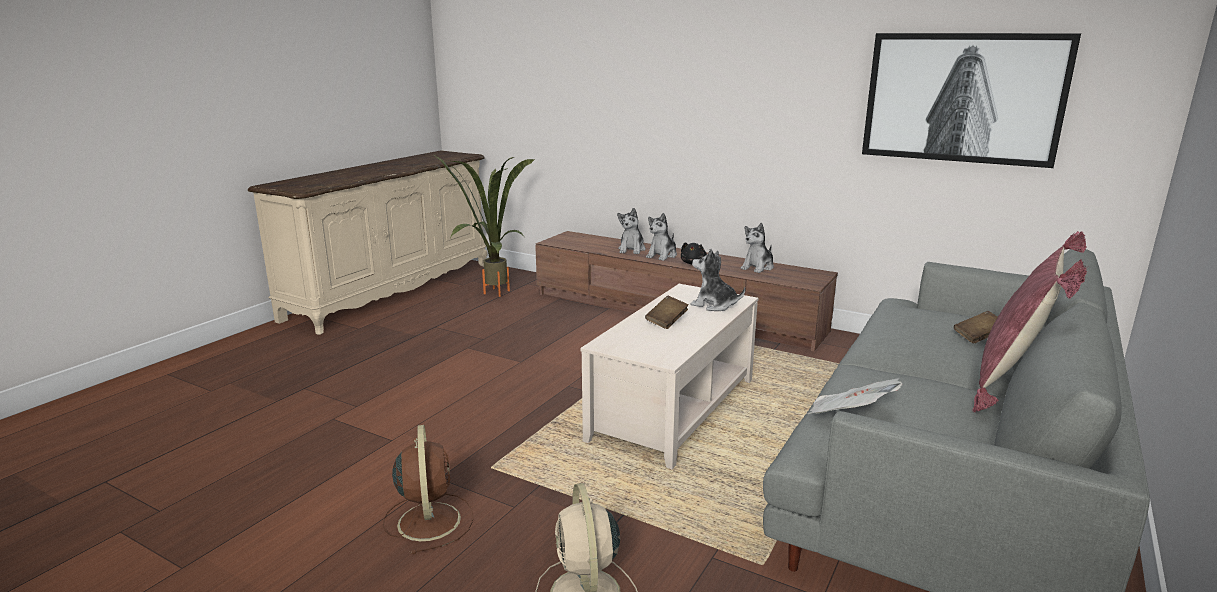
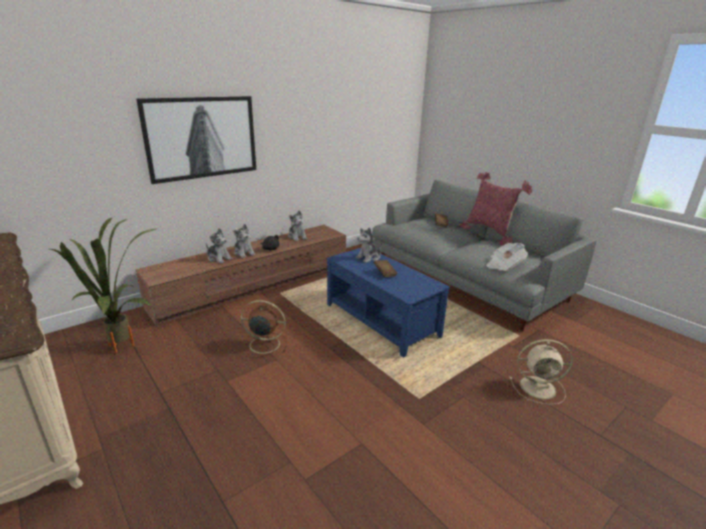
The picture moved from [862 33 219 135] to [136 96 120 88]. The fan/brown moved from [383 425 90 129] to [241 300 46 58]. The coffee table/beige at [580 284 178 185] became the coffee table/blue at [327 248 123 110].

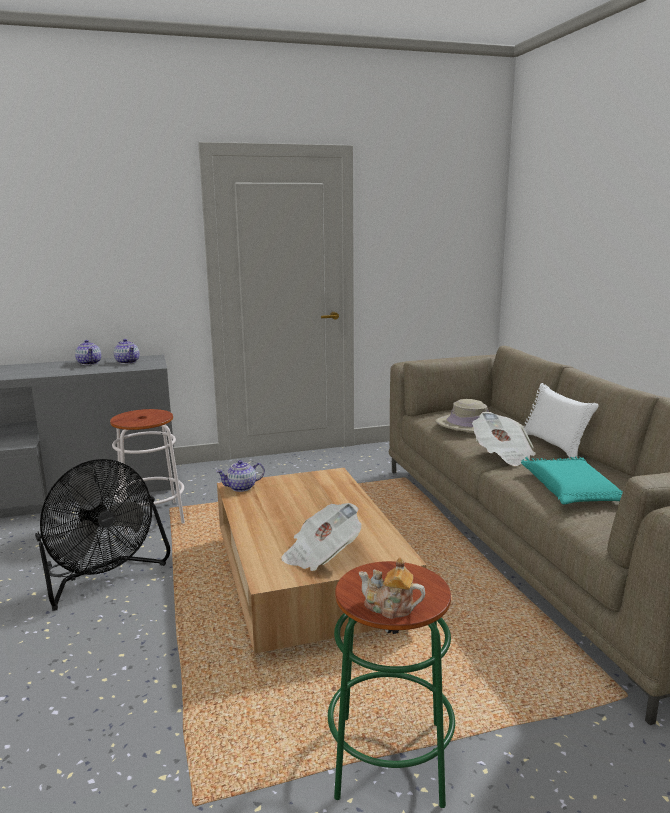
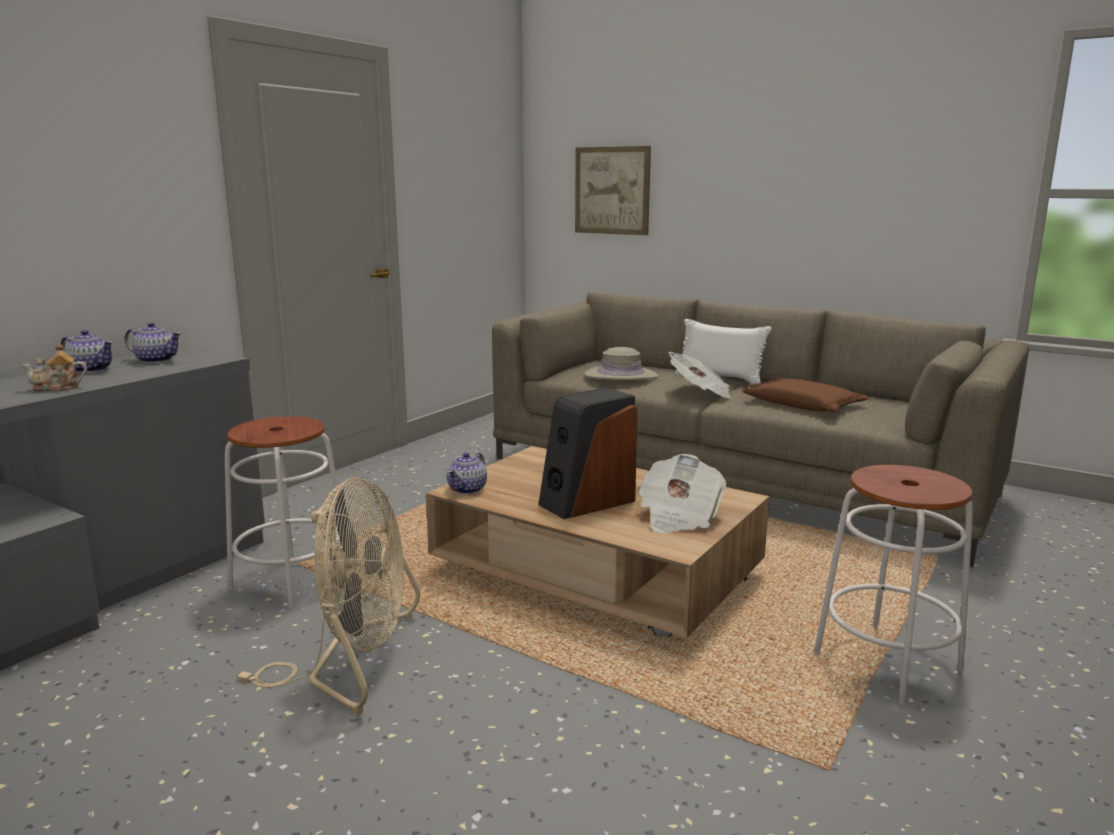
The teapot moved from [359 558 66 61] to [22 343 65 48]. The fan/black at [35 459 135 152] became the fan/beige at [236 477 184 239]. The speaker at [538 387 99 132] appeared. The picture at [575 146 76 89] appeared. The pillow/turquoise at [521 456 102 48] became the pillow/brown at [743 377 125 35]. The stool/green at [328 561 127 247] became the stool/white at [814 465 159 240].

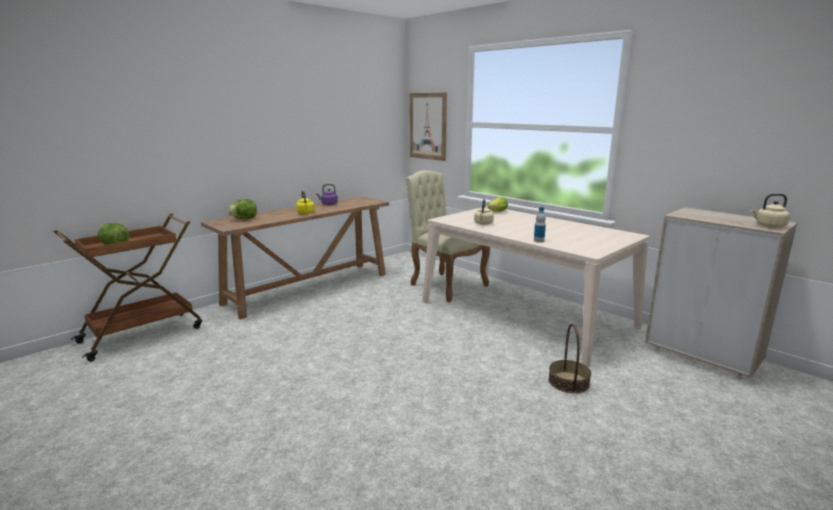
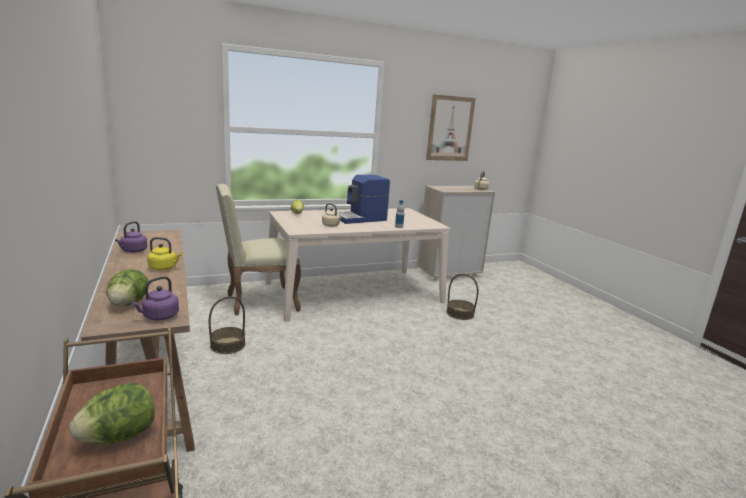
The kettle/purple at [131 276 48 45] appeared. The basket at [209 296 37 58] appeared. The coffee machine at [337 175 53 49] appeared. The picture moved from [410 93 37 68] to [426 94 50 67].

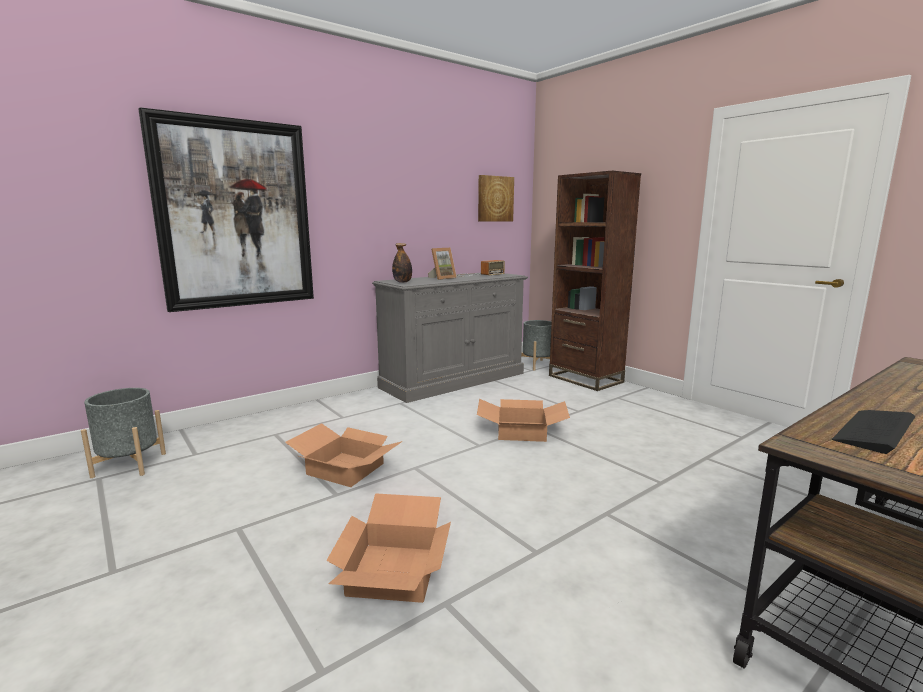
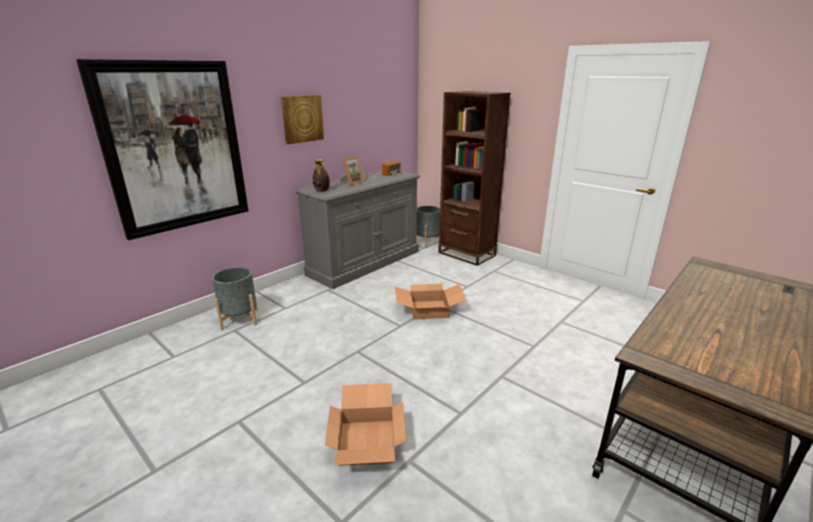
The planter/grey moved from [81 388 85 90] to [212 267 46 63]. The picture moved from [478 175 36 46] to [281 95 43 49]. The cardboard box at [285 423 118 64] disappeared. The keyboard at [832 410 83 44] disappeared.

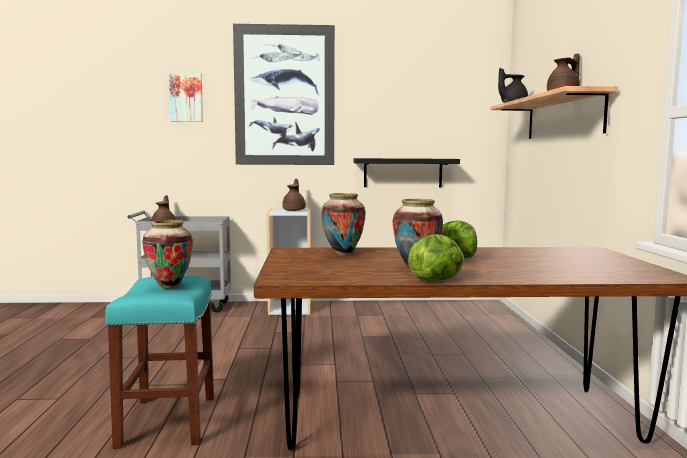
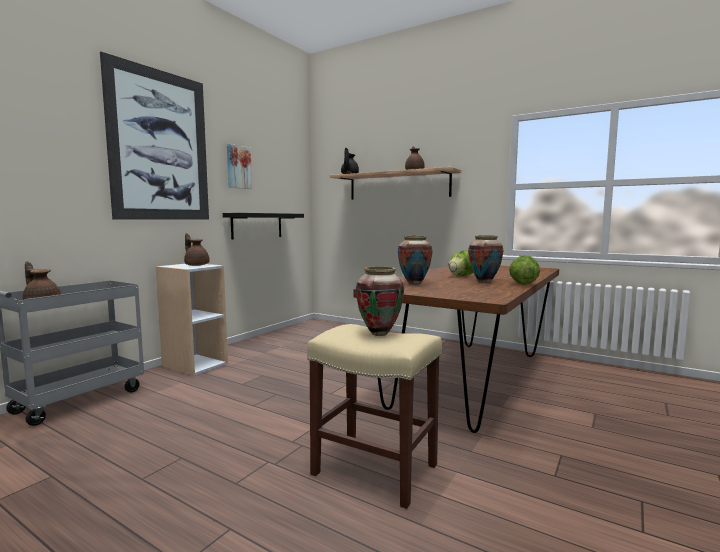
The picture moved from [169 73 34 49] to [227 144 25 45]. The stool/turquoise at [105 275 109 174] became the stool/beige at [307 324 135 185].

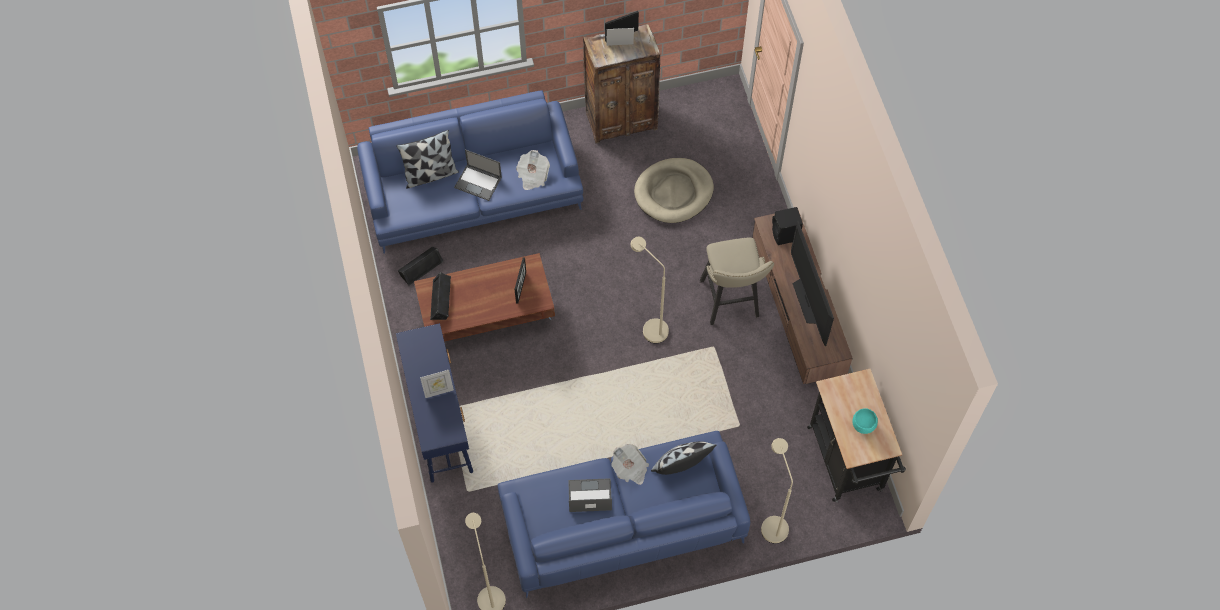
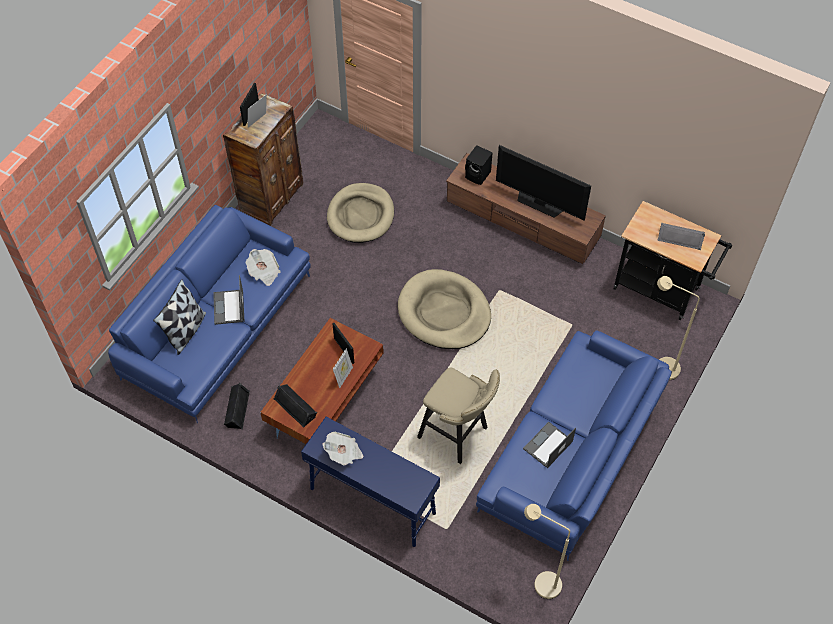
The laptop at [454 149 48 52] turned 105 degrees clockwise. The newspaper moved from [611 444 38 41] to [323 432 40 34]. The picture frame moved from [420 370 34 28] to [333 348 20 40]. The floor lamp/beige at [630 237 39 106] was replaced by the dog bed/beige at [398 269 93 80]. The stool/beige moved from [700 237 74 88] to [417 367 83 97]. The bowl/turquoise at [852 408 26 26] was replaced by the speaker/grey at [657 223 48 27]. The pillow at [651 441 65 34] disappeared.

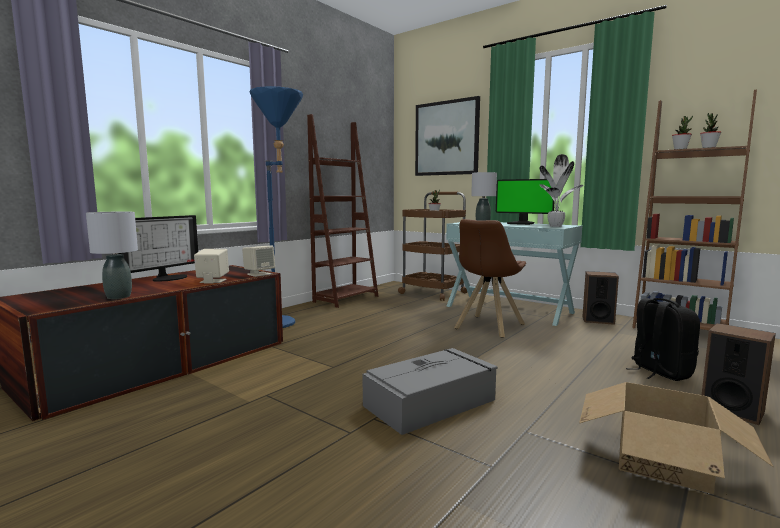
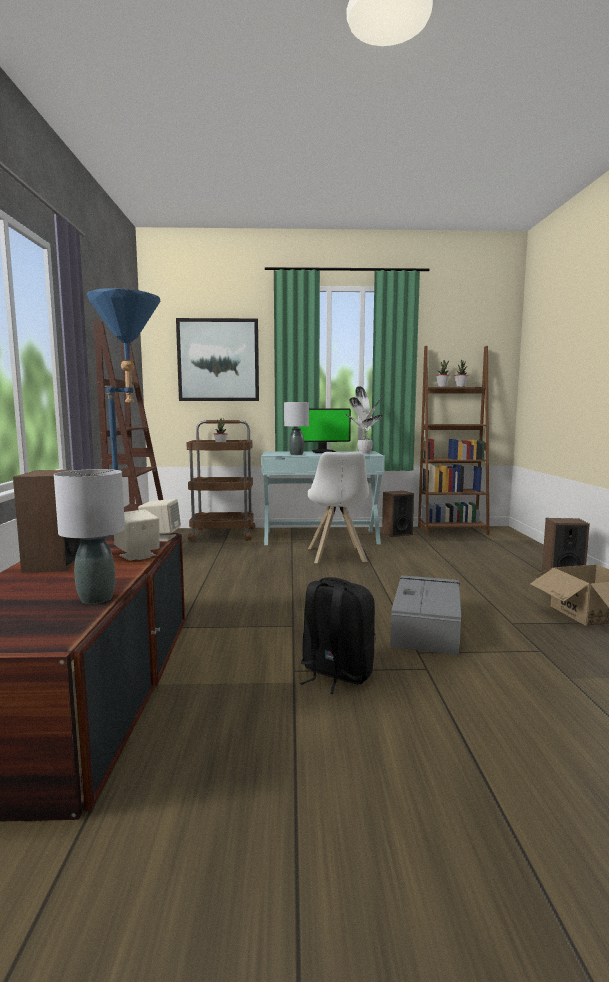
The monitor at [117 215 81 66] was replaced by the speaker at [13 470 68 103]. The backpack/black moved from [626 298 74 83] to [300 577 75 117]. The chair/brown at [454 219 72 119] became the chair/white at [308 452 61 112].

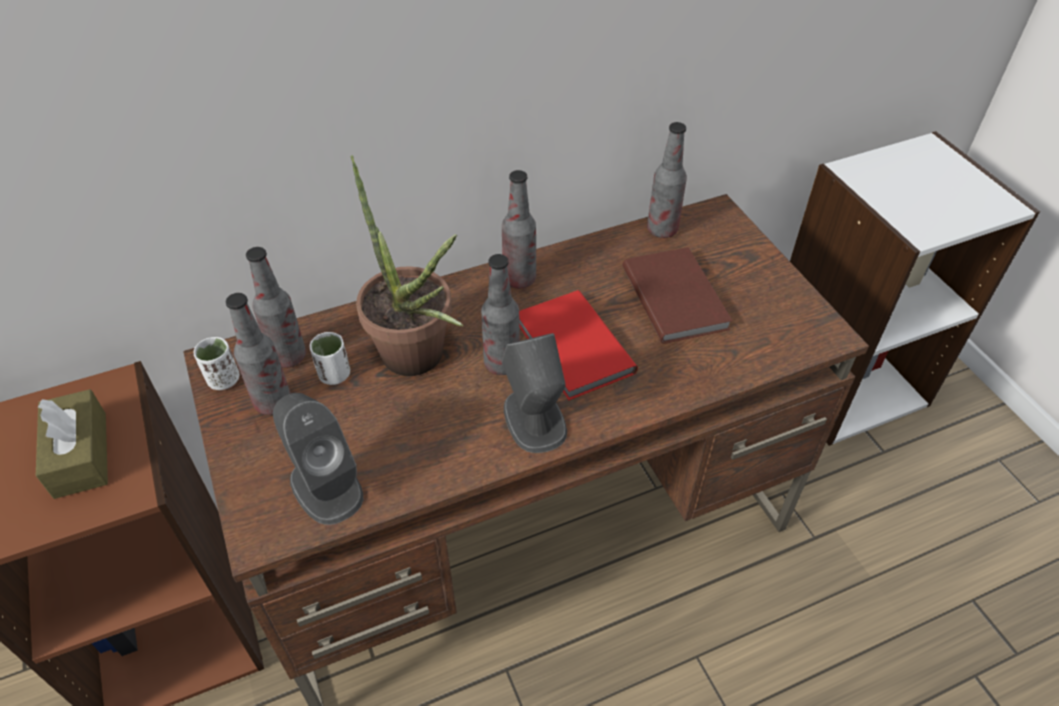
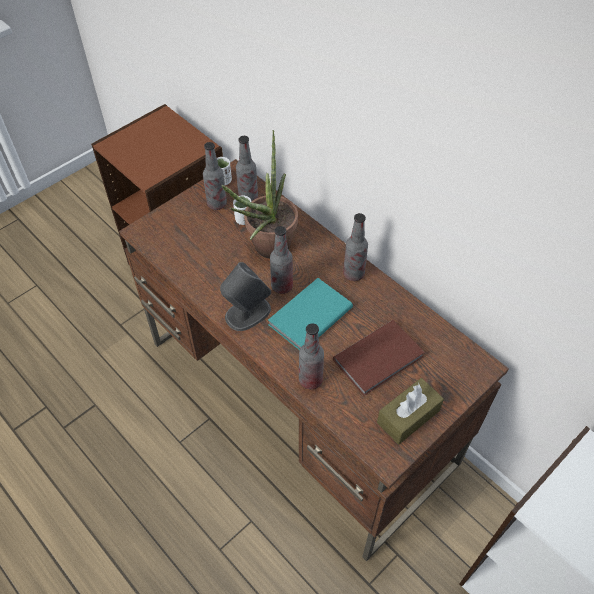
The book/red at [519 290 119 111] became the book/turquoise at [268 278 85 72]. The bottle moved from [647 122 40 116] to [299 323 25 66]. The tissue box/brown moved from [36 389 72 110] to [377 378 67 66]. The speaker/grey at [273 393 90 132] disappeared.

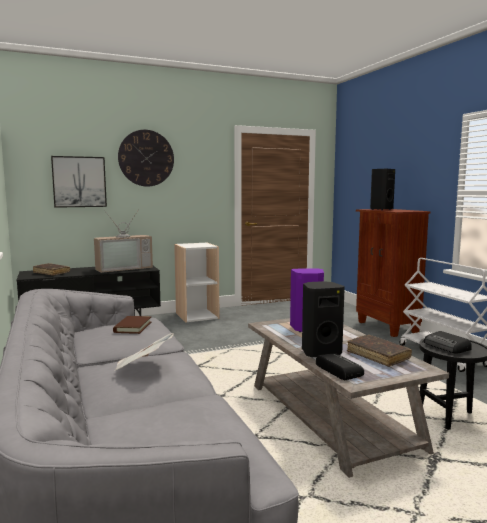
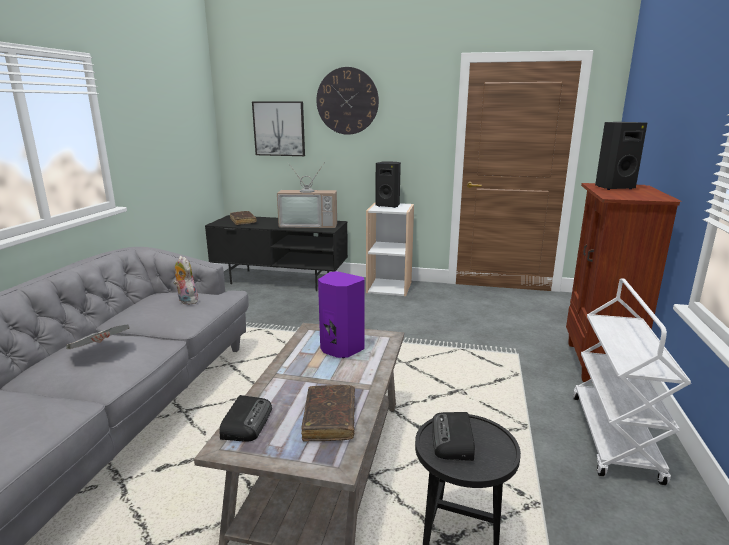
The book/brown at [113 316 38 18] was replaced by the plush toy at [174 256 24 49]. The speaker/black moved from [302 281 43 76] to [375 161 26 47].

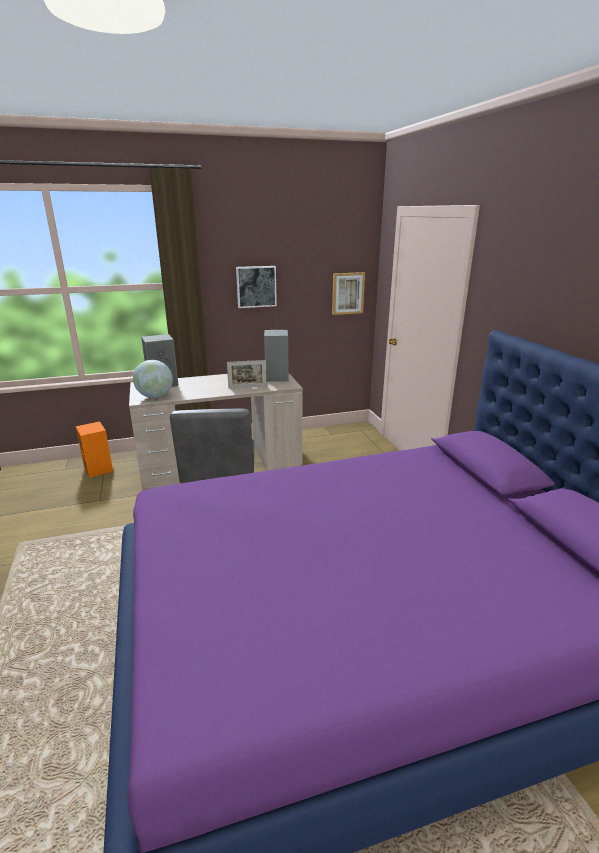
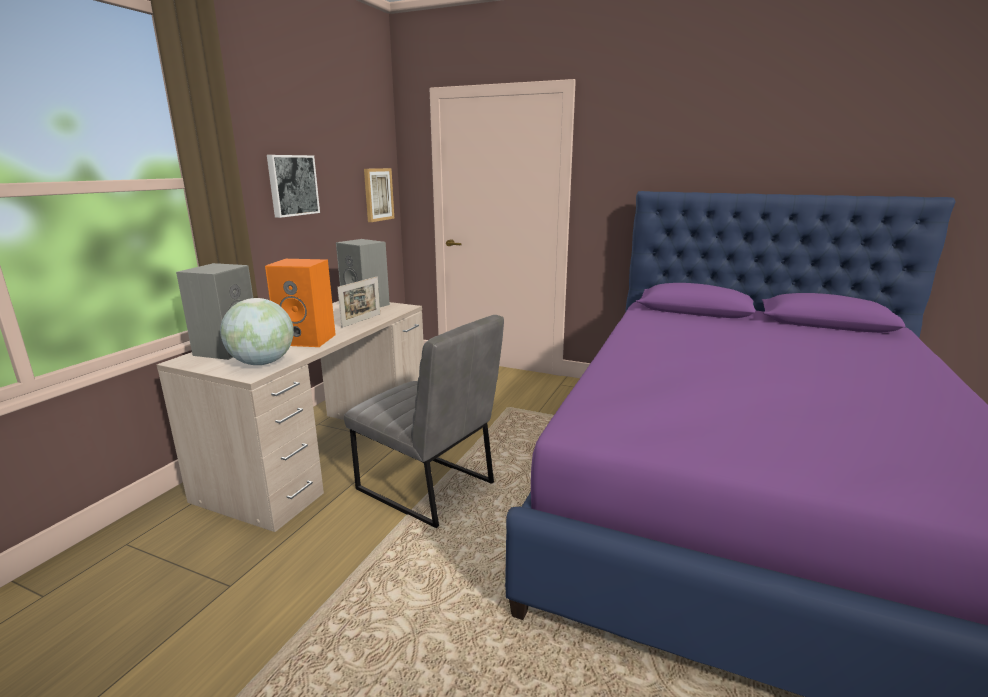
The speaker/orange moved from [76 421 37 57] to [265 259 71 88].

